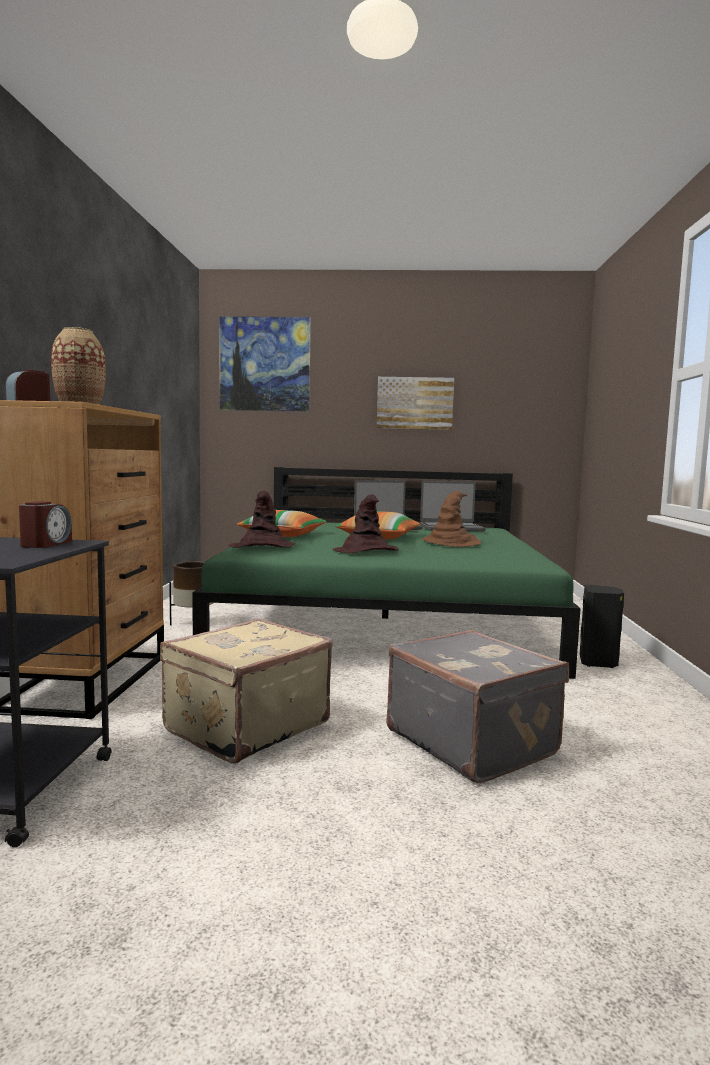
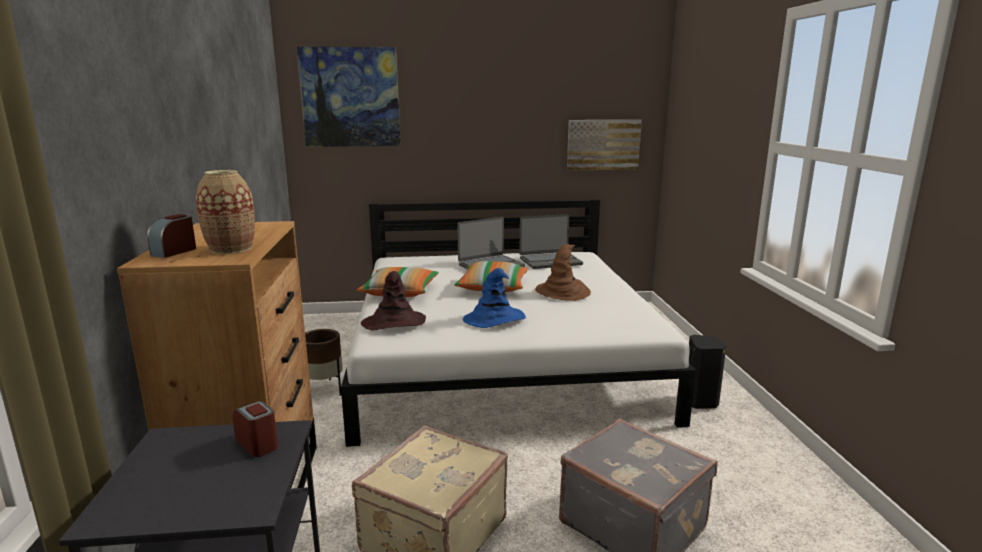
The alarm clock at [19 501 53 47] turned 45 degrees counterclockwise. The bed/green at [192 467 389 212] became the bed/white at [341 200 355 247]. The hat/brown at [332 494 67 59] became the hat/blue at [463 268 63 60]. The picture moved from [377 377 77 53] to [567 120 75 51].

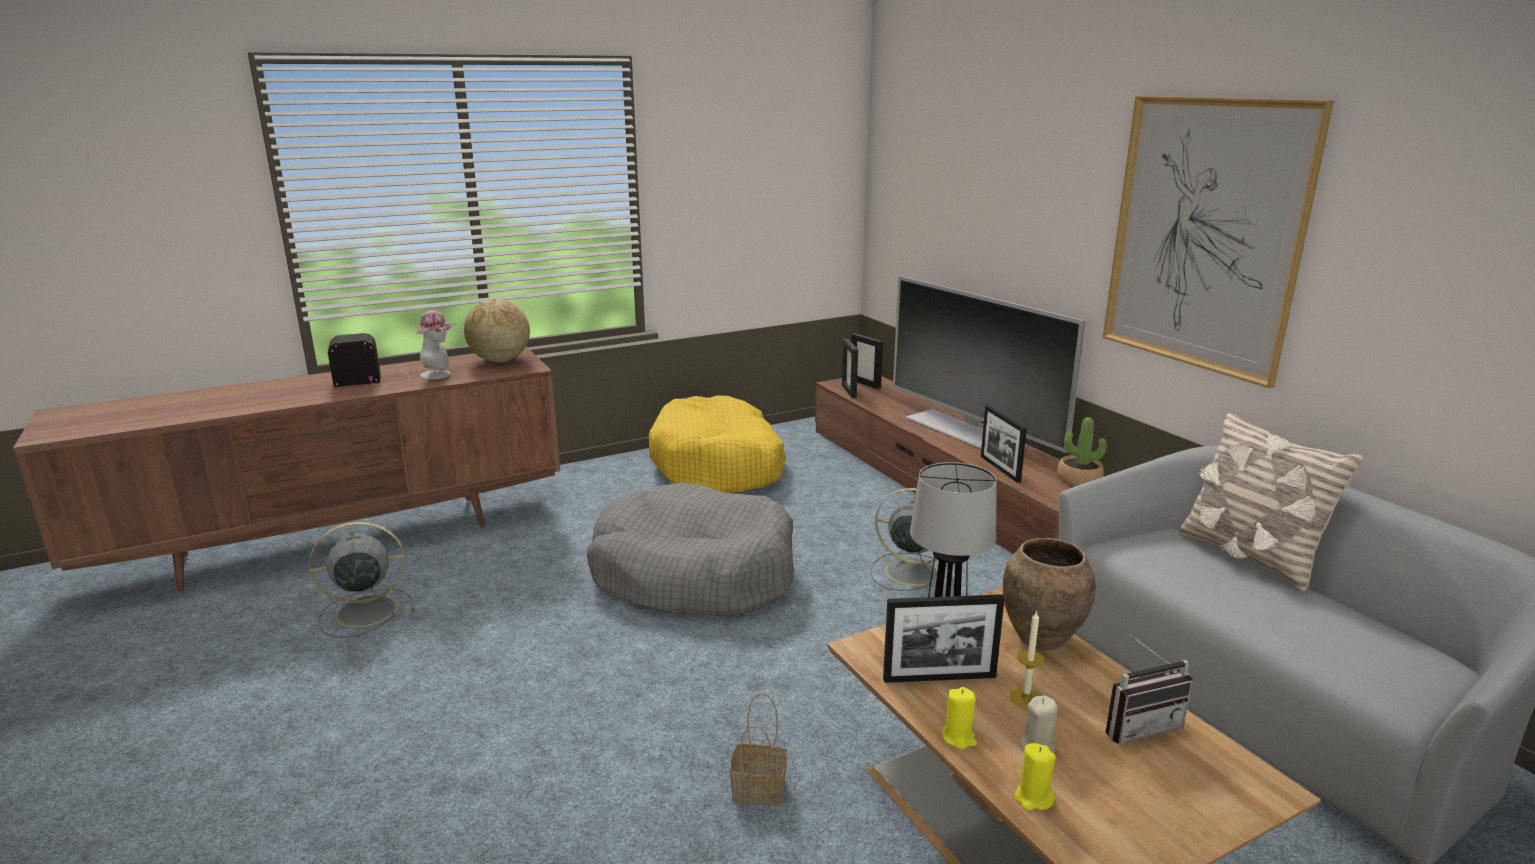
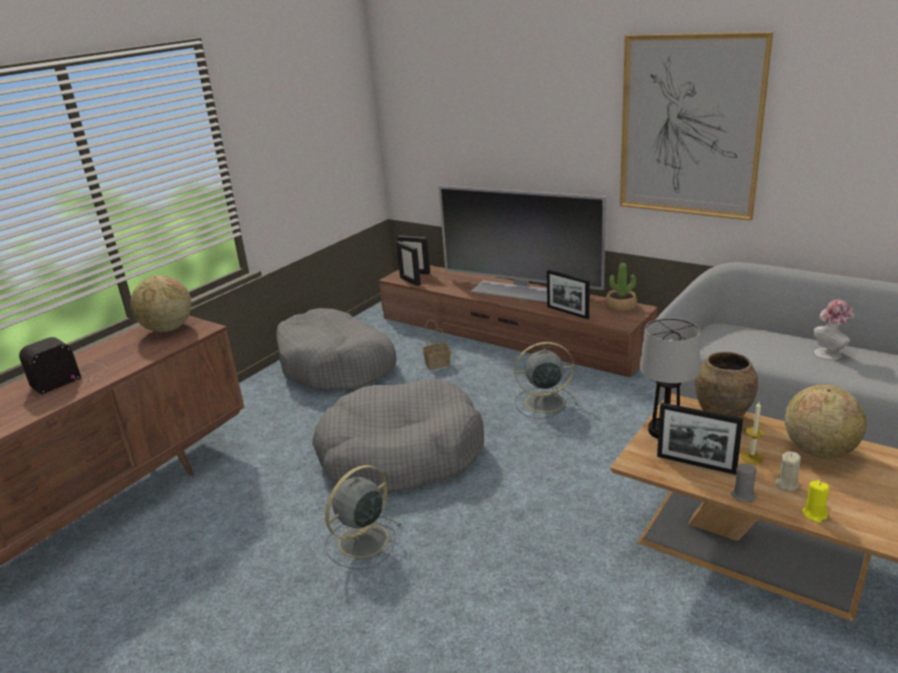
The dog bed/yellow at [649 396 137 97] became the dog bed/grey at [276 308 120 83]. The fan/grey moved from [309 522 106 116] to [325 465 76 104]. The basket moved from [730 693 57 114] to [423 319 27 51]. The picture frame at [883 594 122 89] turned 60 degrees clockwise. The candle/yellow at [942 687 35 62] became the candle/grey at [731 463 26 40]. The radio at [1106 635 87 109] was replaced by the globe at [785 385 82 73]. The hat moved from [415 310 40 69] to [813 299 41 61]. The pillow/beige at [1179 413 184 179] disappeared.

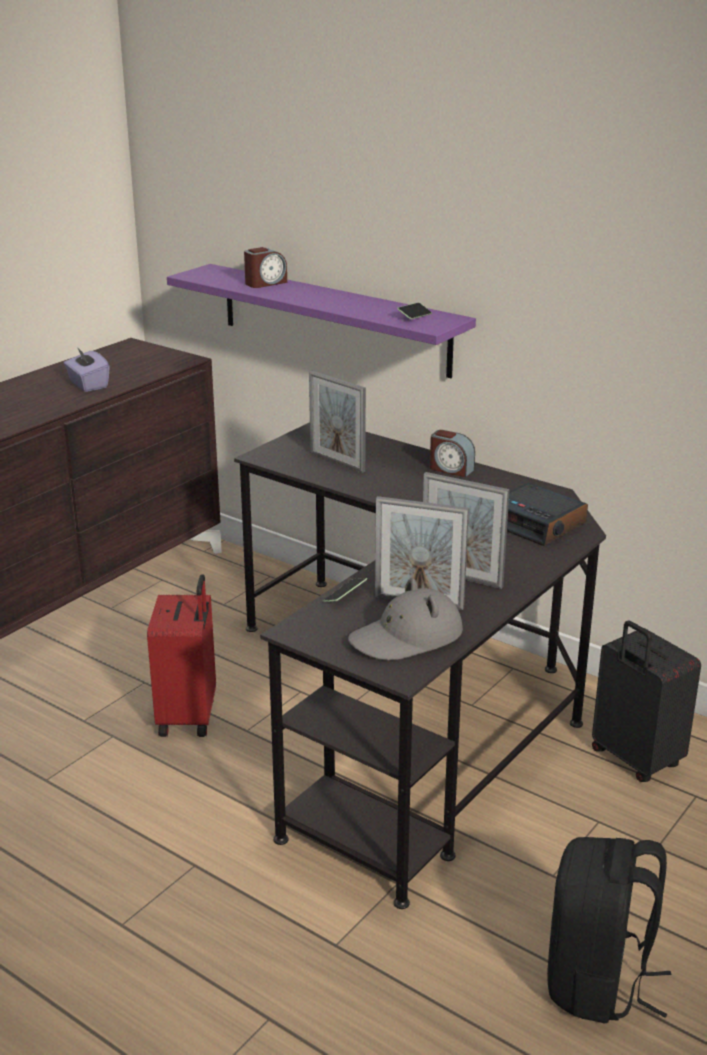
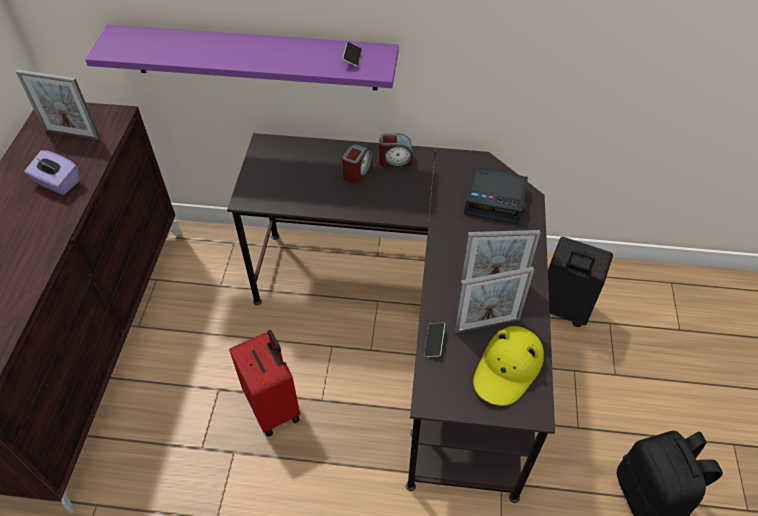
The picture frame moved from [309 371 57 102] to [15 70 85 70]. The alarm clock moved from [244 247 43 41] to [342 144 30 40]. The hat/grey at [348 578 115 82] became the hat/yellow at [473 326 71 80].

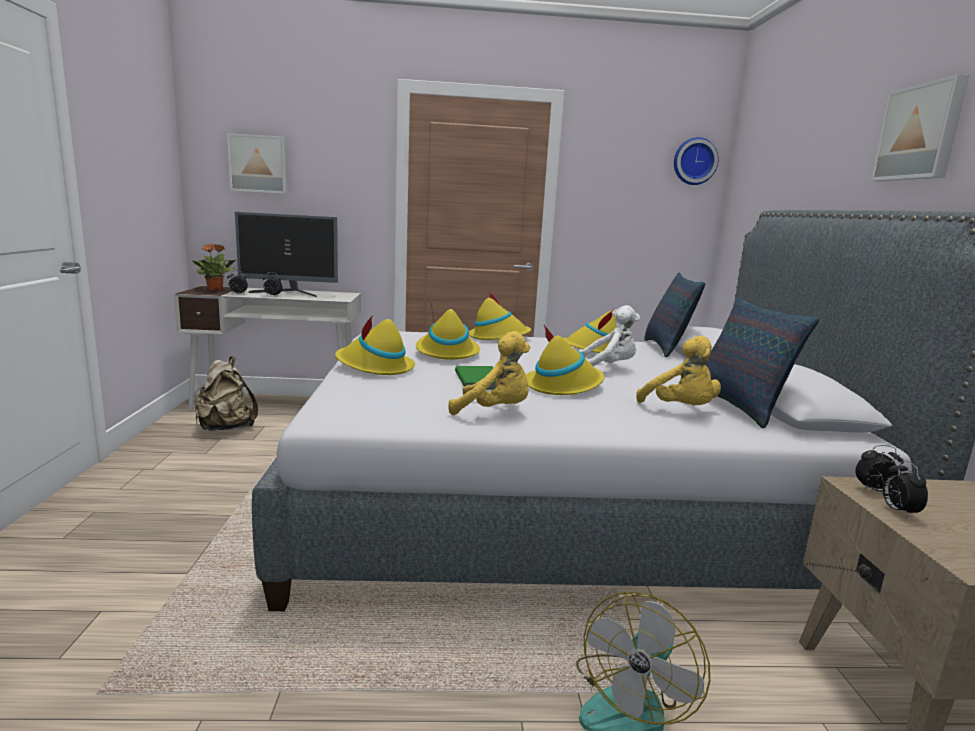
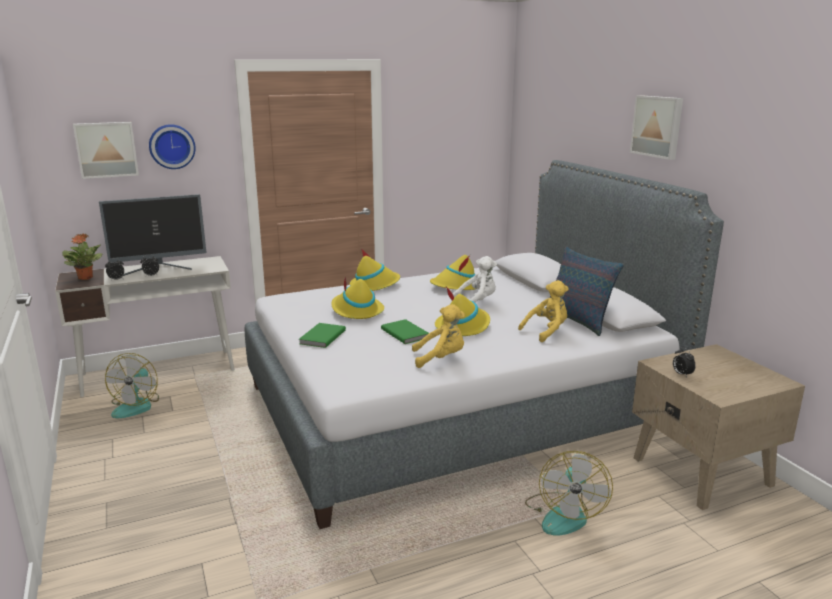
The backpack/beige at [195 356 63 75] was replaced by the fan at [105 353 54 65]. The wall clock moved from [674 137 44 48] to [149 124 47 45]. The hat/yellow at [335 315 80 60] was replaced by the book/green at [299 323 47 25]. The plush toy/yellow at [636 336 85 69] turned 75 degrees counterclockwise. The pillow/blue at [644 272 61 85] disappeared. The alarm clock at [855 445 49 47] disappeared.

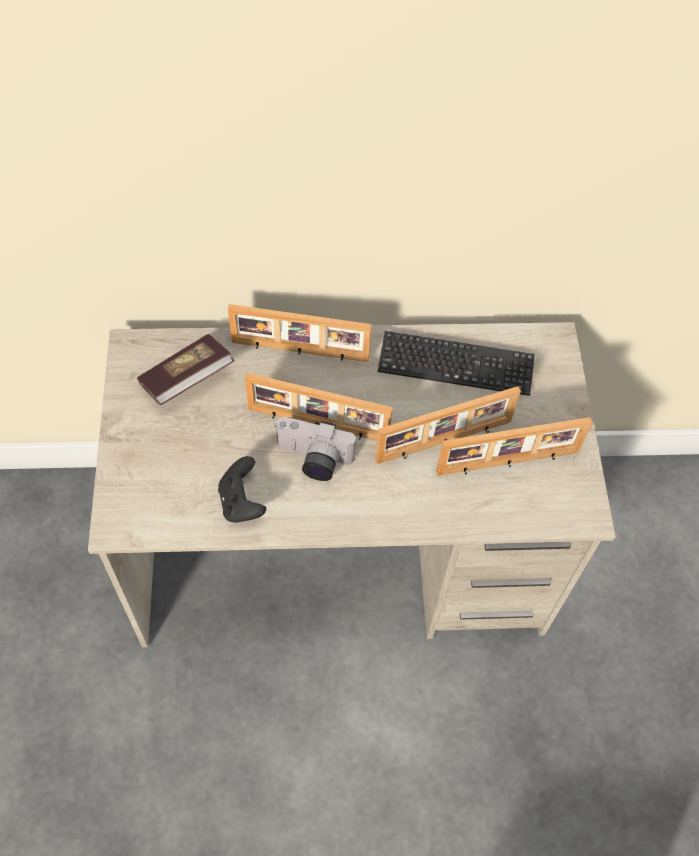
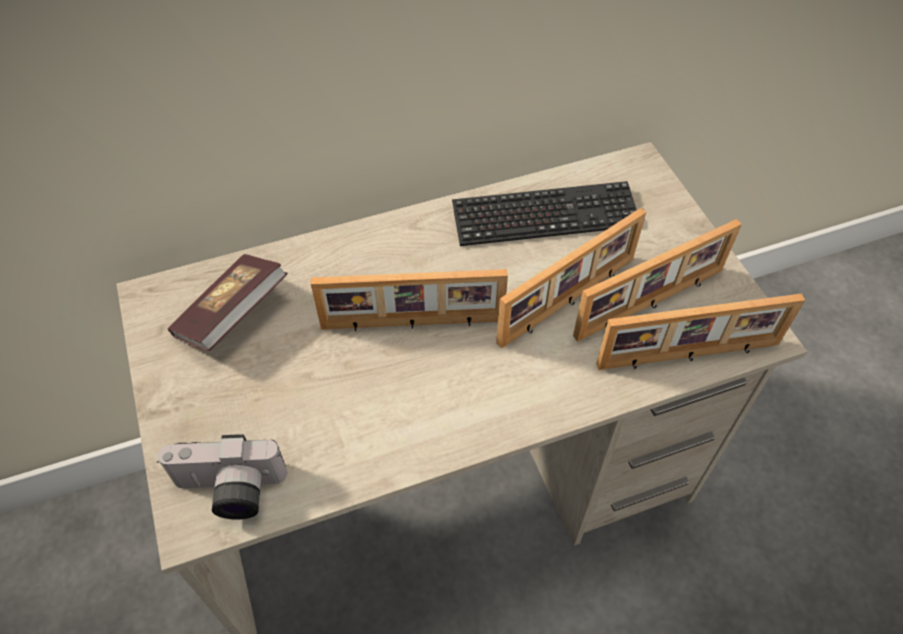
The photo camera moved from [275 416 81 65] to [157 434 130 86]. The picture frame moved from [228 304 144 58] to [596 293 209 77]. The game controller/black at [218 456 48 67] disappeared.

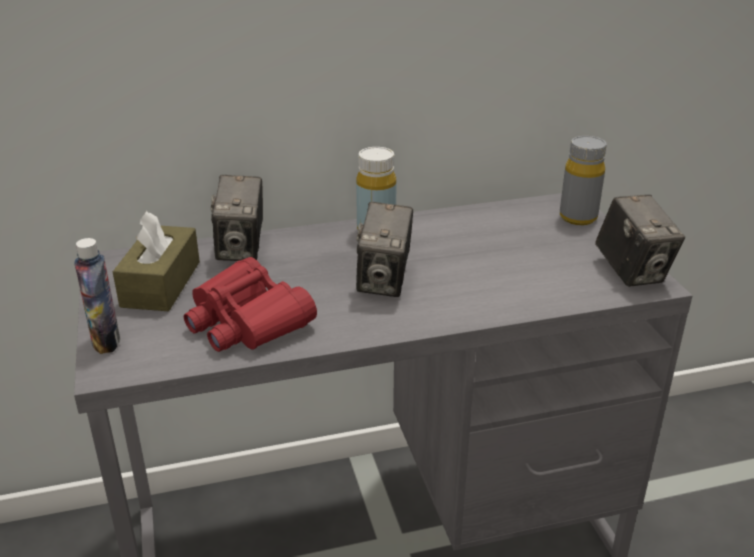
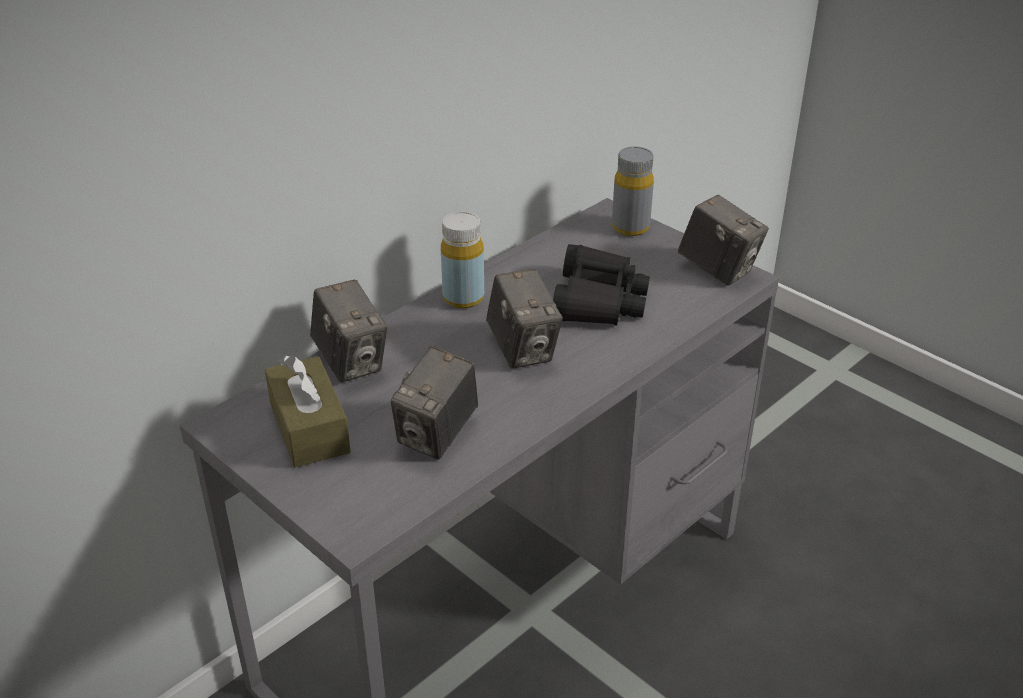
The binoculars/red at [184 257 133 95] was replaced by the photo camera at [391 346 87 114]. The binoculars/black at [553 244 97 81] appeared. The bottle at [75 238 45 116] disappeared.

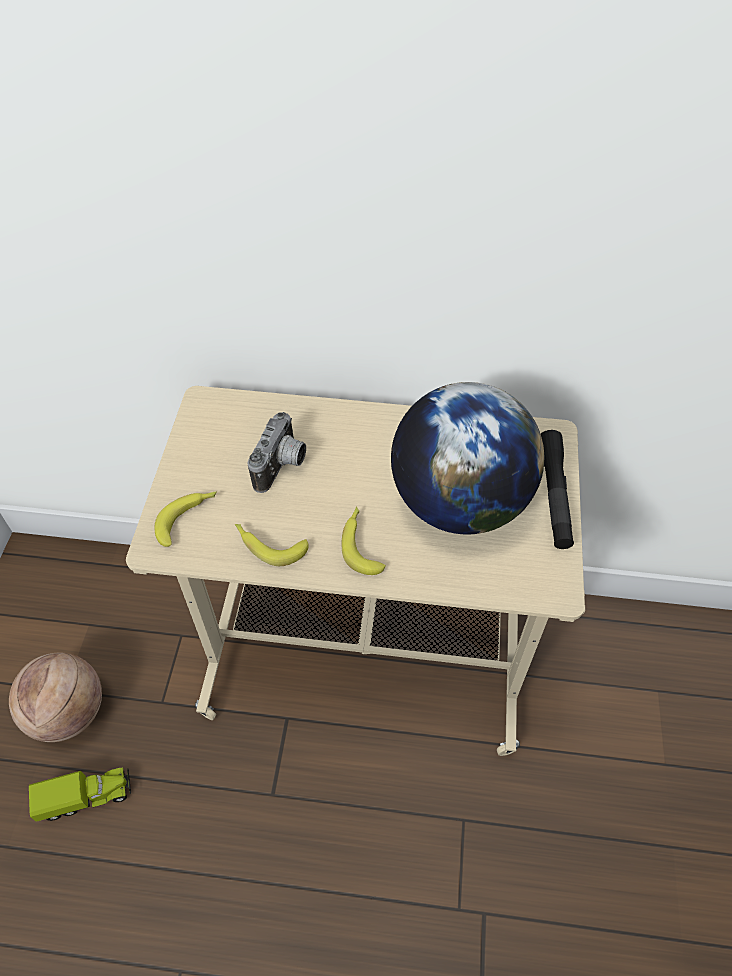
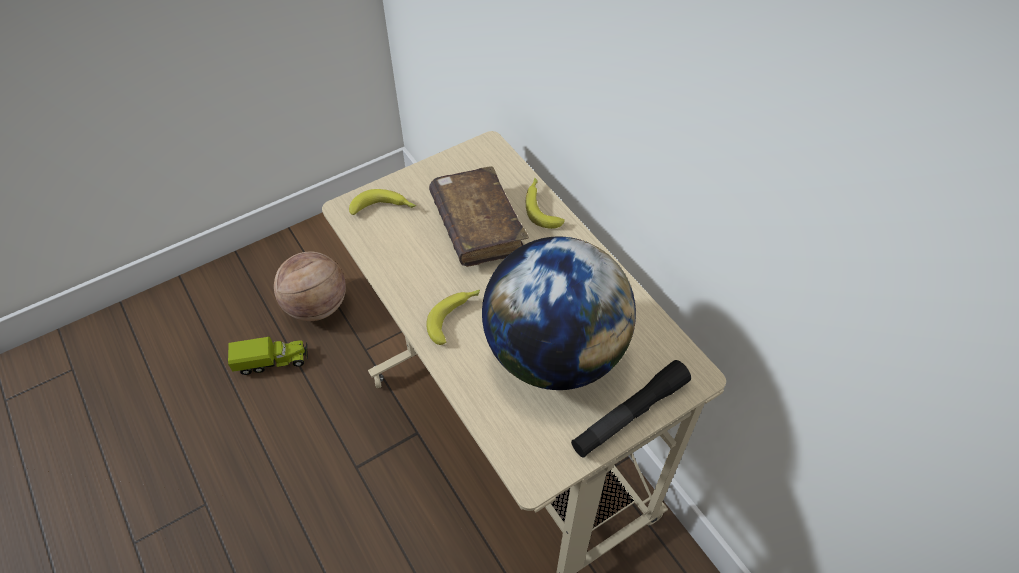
The toy truck at [29 768 102 54] turned 45 degrees counterclockwise. The photo camera at [247 412 59 81] was replaced by the book/brown at [429 166 100 101]. The banana moved from [235 524 74 42] to [526 178 39 51].

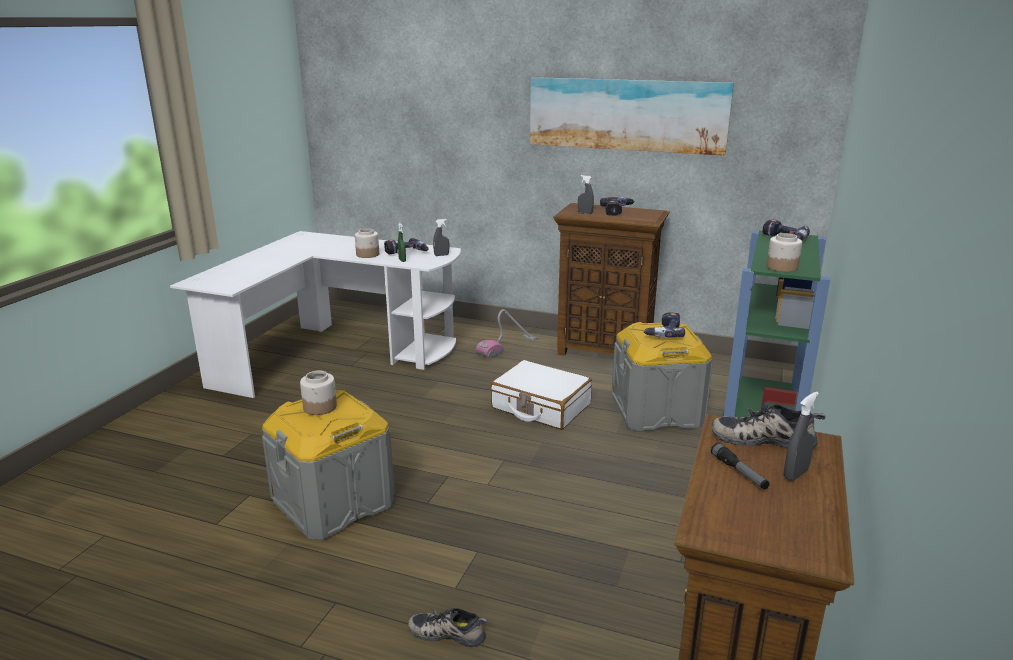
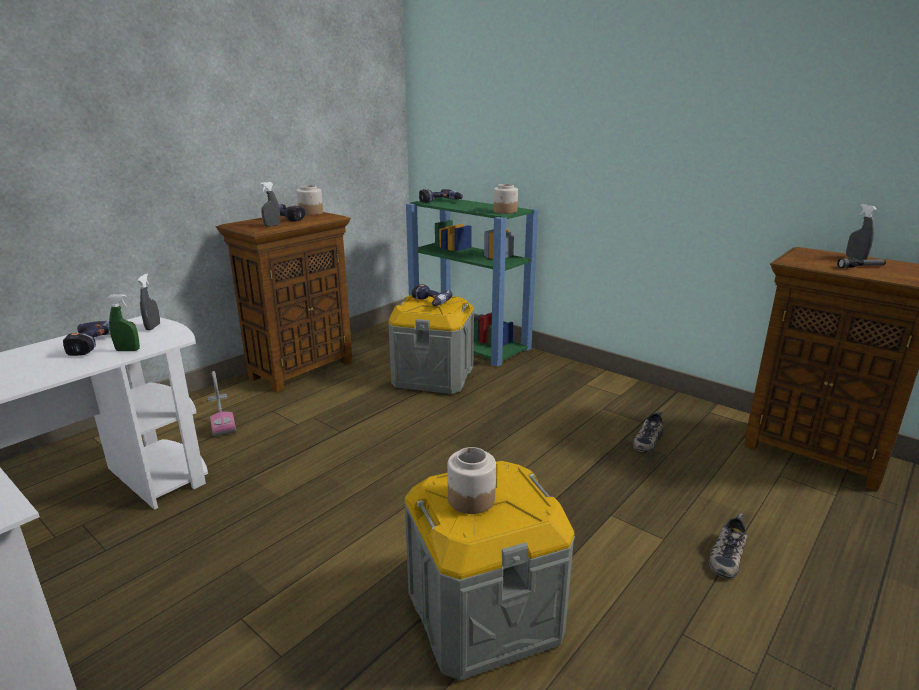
The jar moved from [355 229 24 29] to [296 185 27 30]. The shoe moved from [711 404 115 45] to [633 411 30 42]. The suitcase/white at [490 360 102 70] disappeared. The picture at [530 77 204 79] disappeared.

